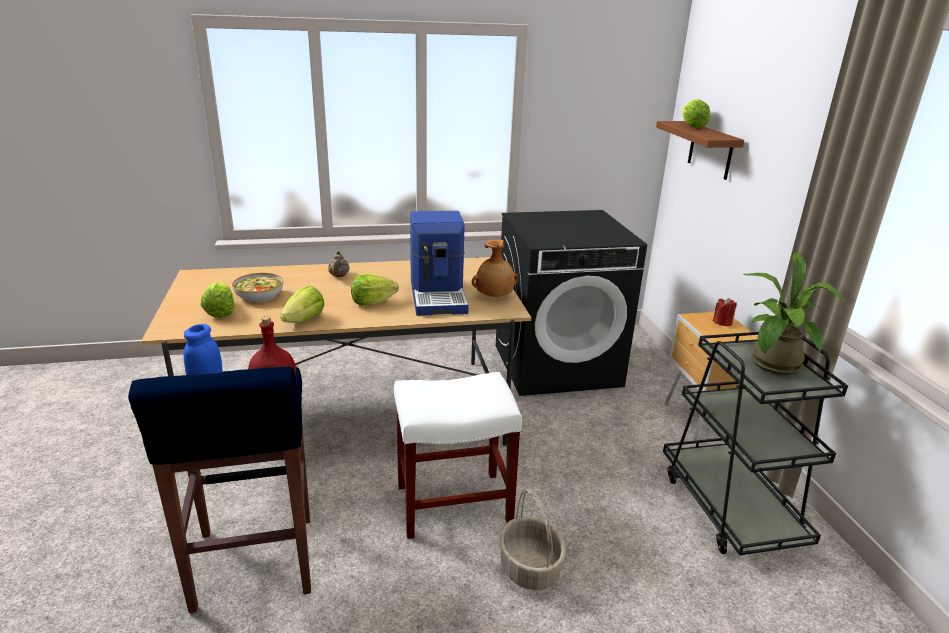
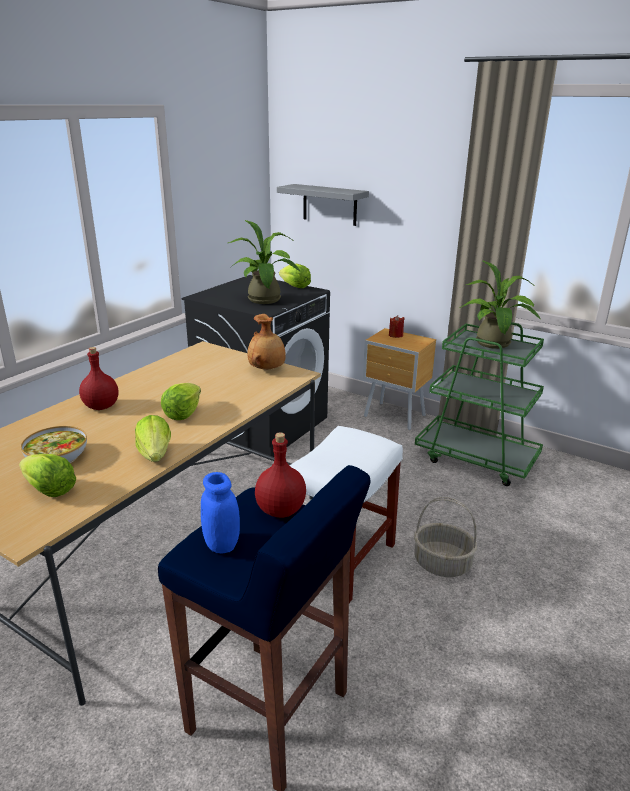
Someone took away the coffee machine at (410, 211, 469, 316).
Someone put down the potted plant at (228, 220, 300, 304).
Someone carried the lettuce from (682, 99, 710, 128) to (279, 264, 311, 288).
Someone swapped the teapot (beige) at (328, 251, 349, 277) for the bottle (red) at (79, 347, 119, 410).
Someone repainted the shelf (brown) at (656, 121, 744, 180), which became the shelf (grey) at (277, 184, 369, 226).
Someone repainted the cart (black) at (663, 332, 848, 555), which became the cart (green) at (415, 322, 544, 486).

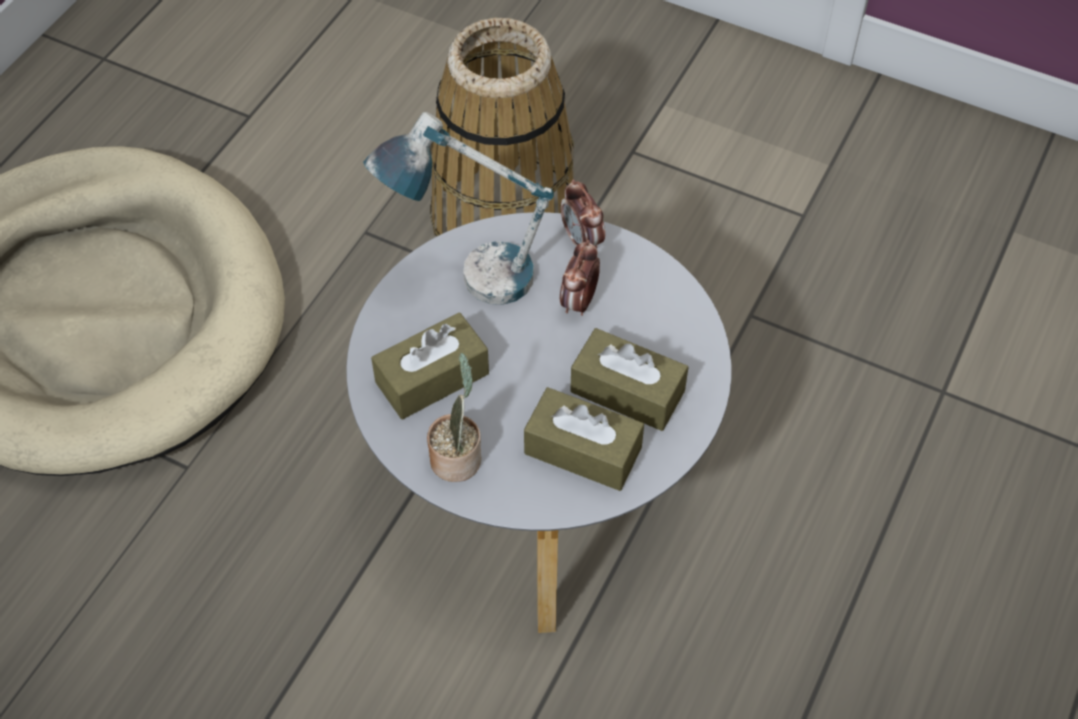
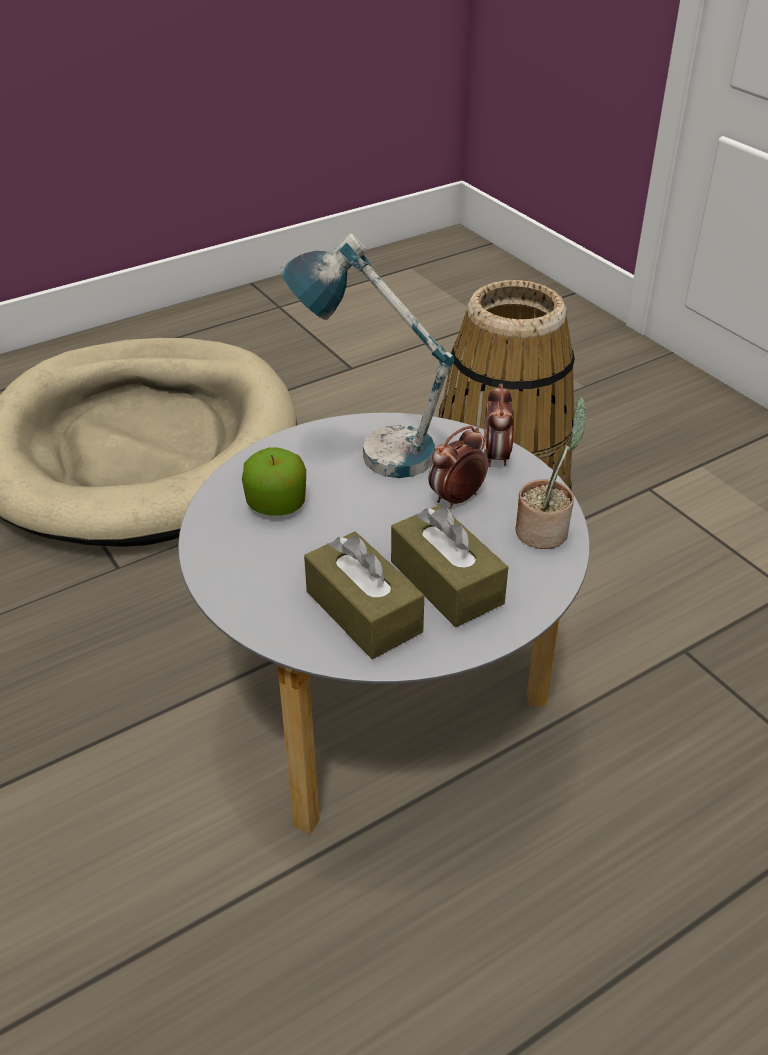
Someone carried the potted plant from (427, 353, 481, 482) to (516, 397, 586, 549).
Someone swapped the tissue box (brown) at (371, 313, 489, 419) for the apple at (242, 447, 306, 516).

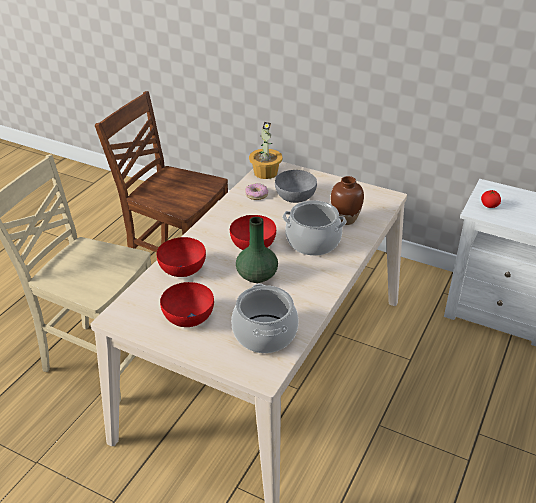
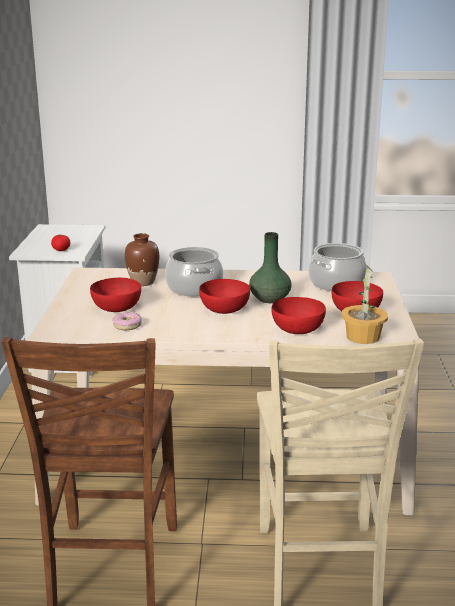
Someone carried the potted plant from (249, 122, 283, 179) to (342, 264, 388, 344).
Someone repainted the bowl (grey) at (275, 170, 317, 203), which became the bowl (red) at (90, 278, 141, 312).

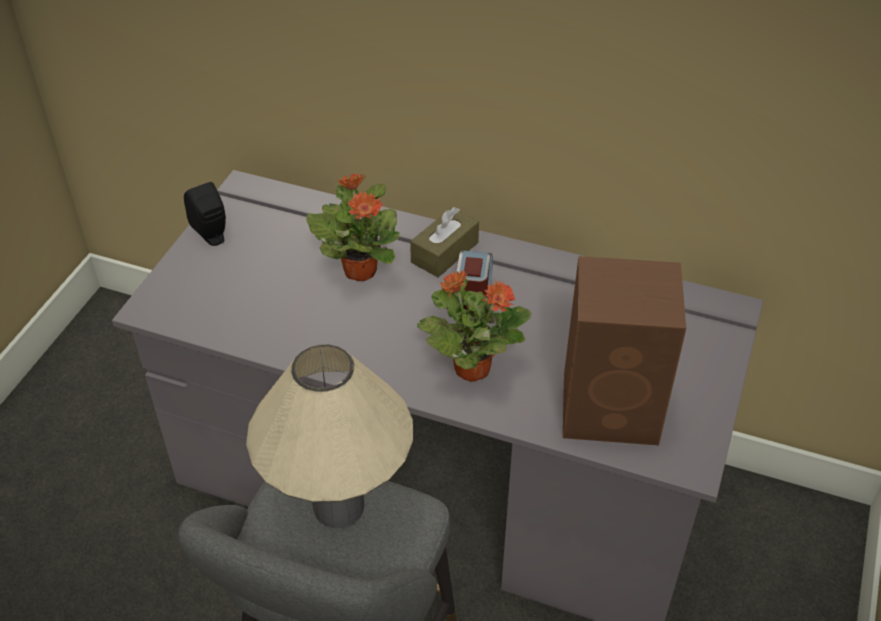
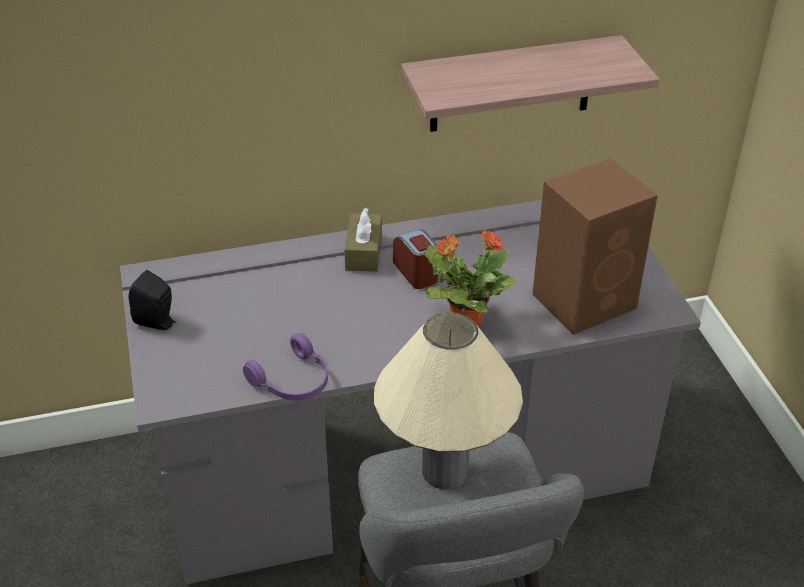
Someone took away the potted plant at (306, 173, 399, 281).
Someone put down the headphones (purple) at (243, 333, 328, 401).
Someone put up the shelf at (401, 35, 660, 132).

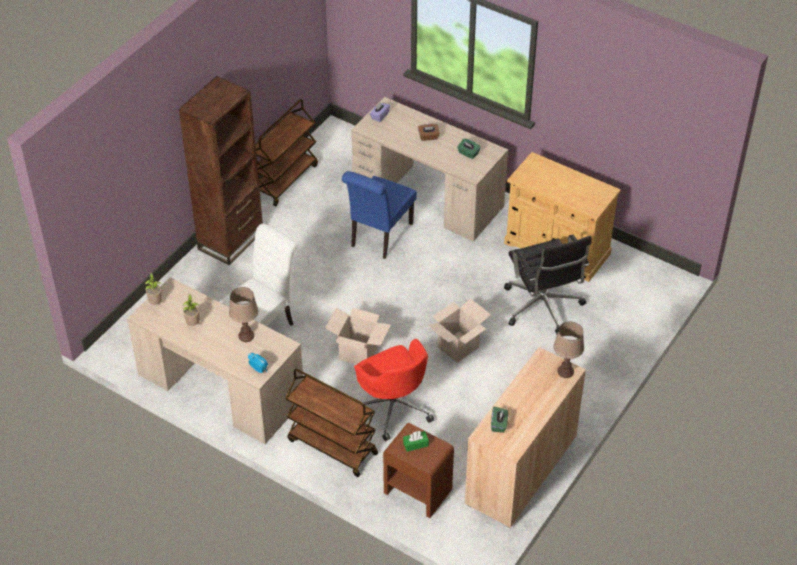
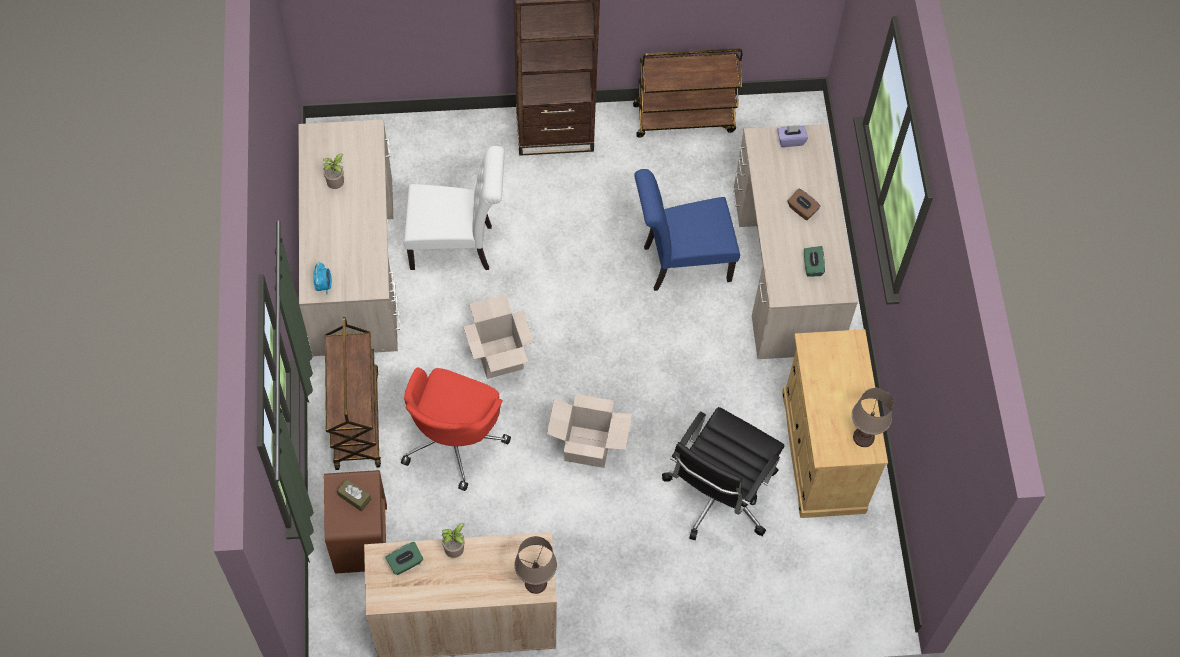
Someone carried the potted plant from (145, 273, 162, 305) to (442, 523, 465, 558).
Someone carried the table lamp (brown) from (229, 287, 258, 342) to (852, 388, 893, 447).
Someone repainted the tissue box (green) at (403, 431, 429, 452), which became the tissue box (brown) at (337, 479, 371, 511).

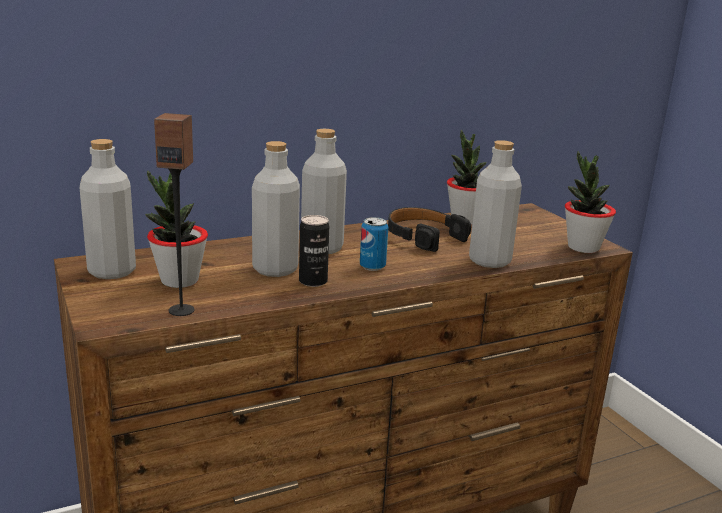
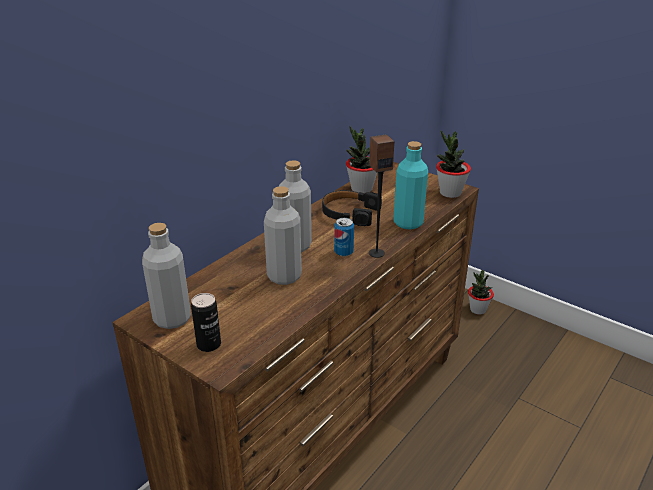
Someone carried the potted plant from (145, 171, 208, 288) to (468, 270, 494, 315).
Someone carried the speaker from (154, 113, 195, 316) to (369, 135, 394, 258).
Someone carried the can from (299, 215, 329, 287) to (191, 293, 221, 352).
Someone repainted the bottle (grey) at (469, 140, 522, 268), which became the bottle (turquoise) at (393, 141, 428, 230).

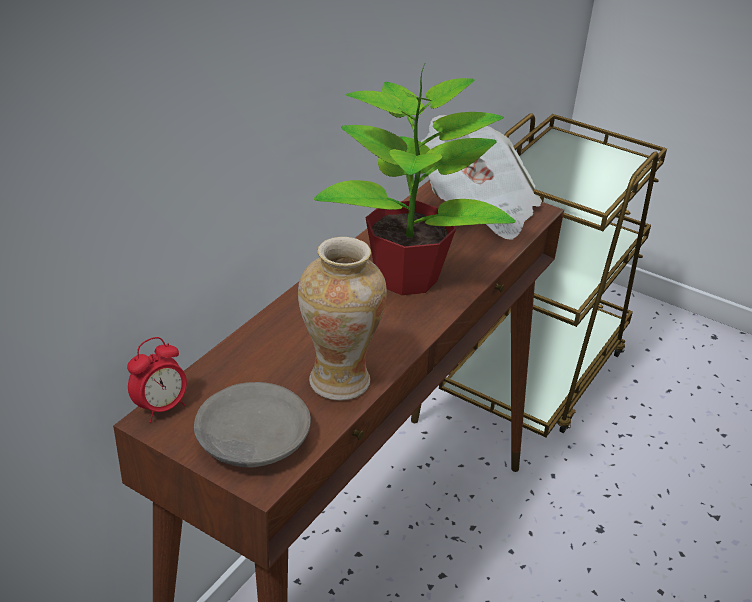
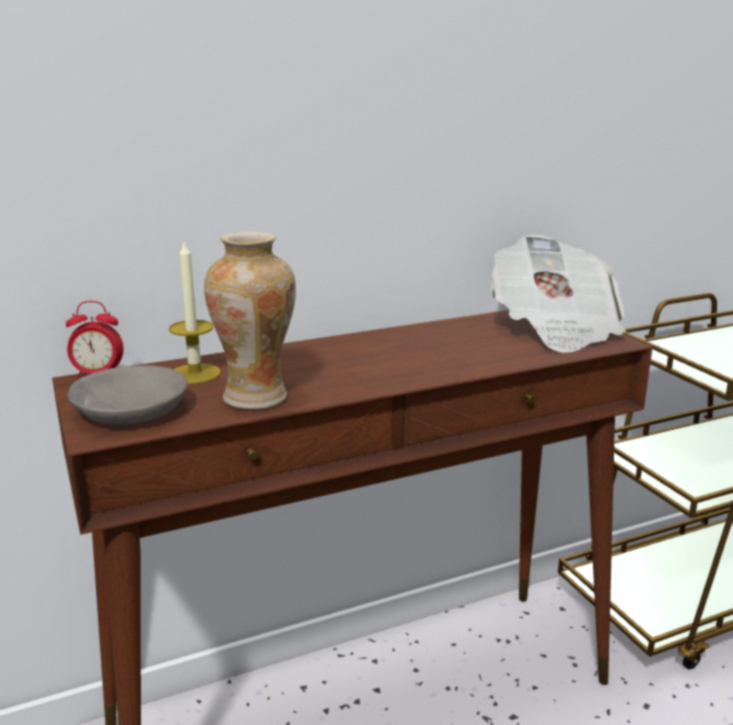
Someone took away the potted plant at (314, 64, 515, 295).
Someone put down the candle at (169, 242, 221, 384).

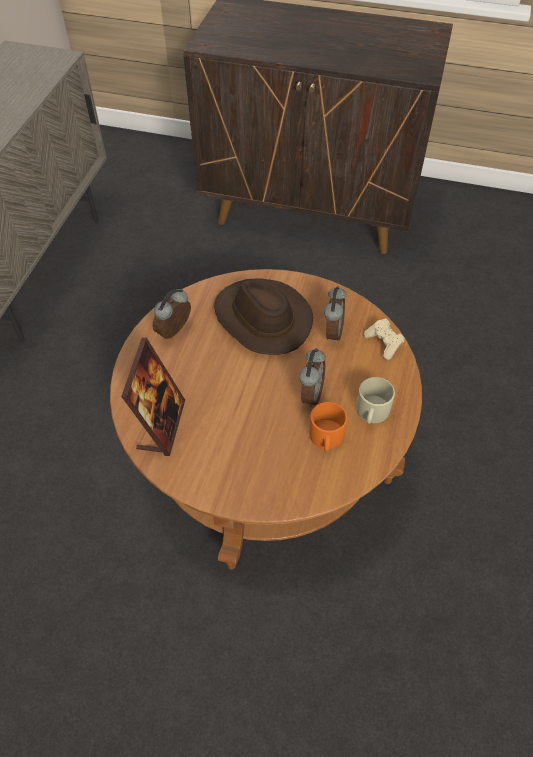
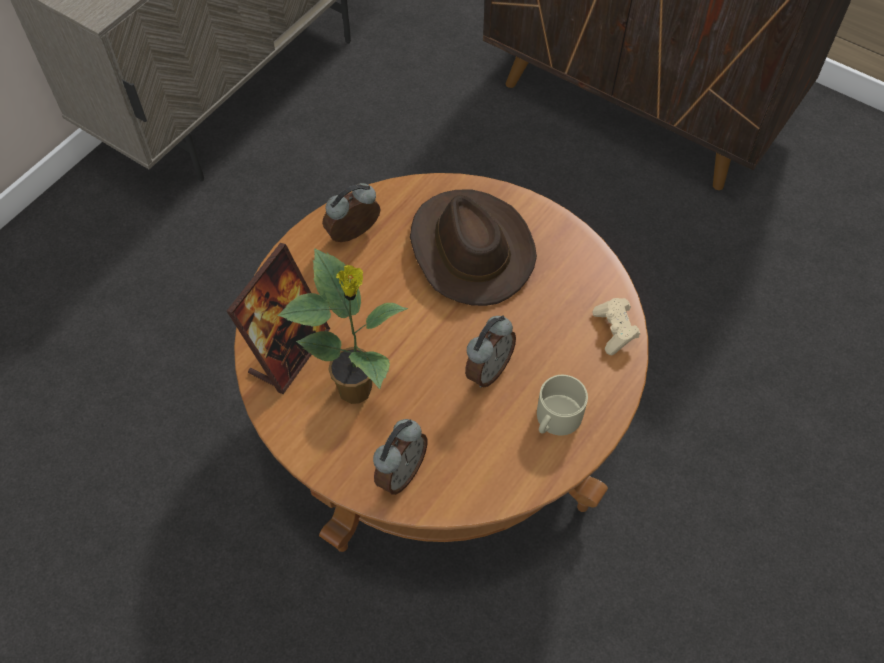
Someone took away the mug (orange) at (309, 402, 347, 451).
Someone put down the potted plant at (277, 248, 408, 404).
Someone carried the alarm clock from (324, 286, 347, 343) to (373, 419, 427, 495).

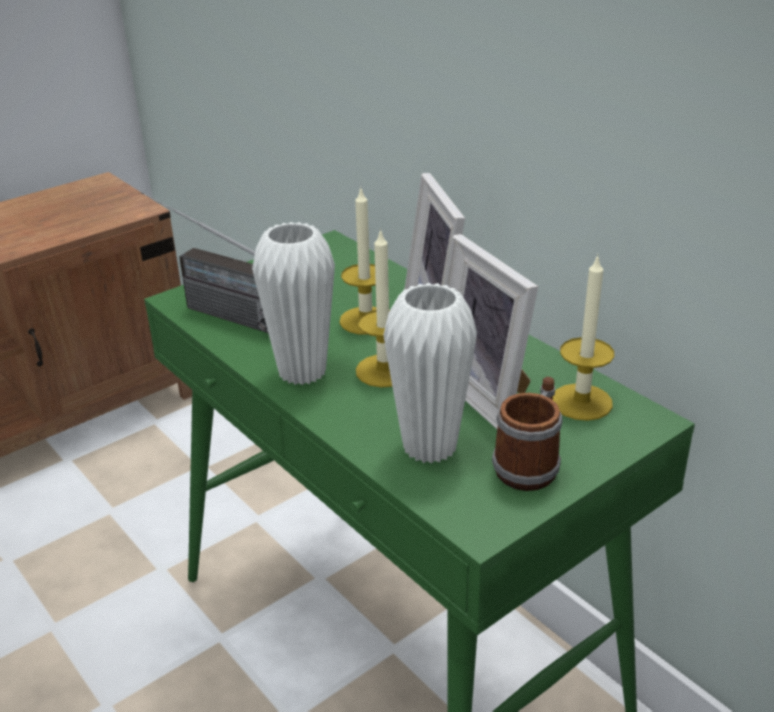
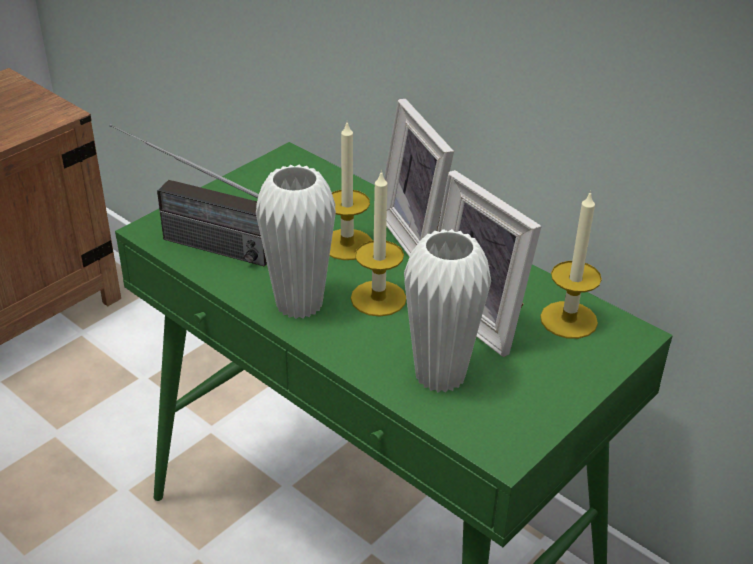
Someone took away the mug at (492, 377, 562, 491).

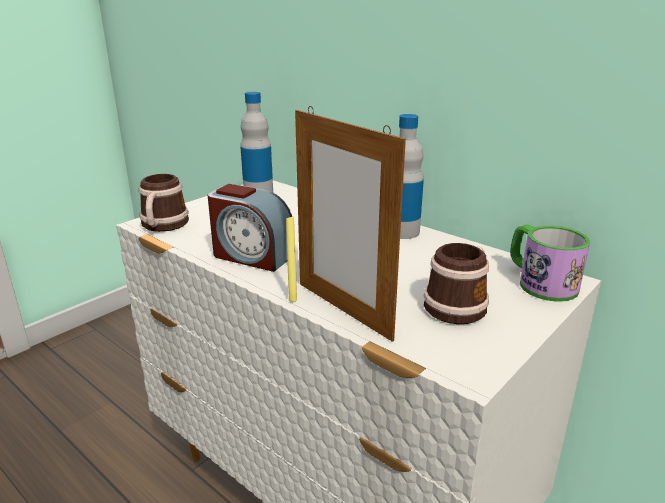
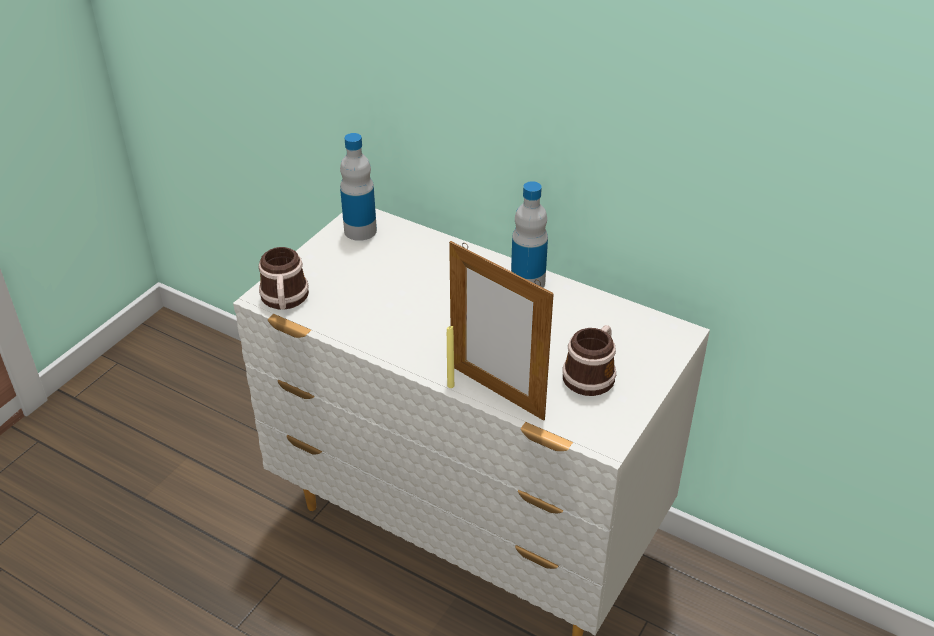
Someone took away the alarm clock at (208, 184, 292, 272).
Someone took away the mug at (510, 225, 590, 302).

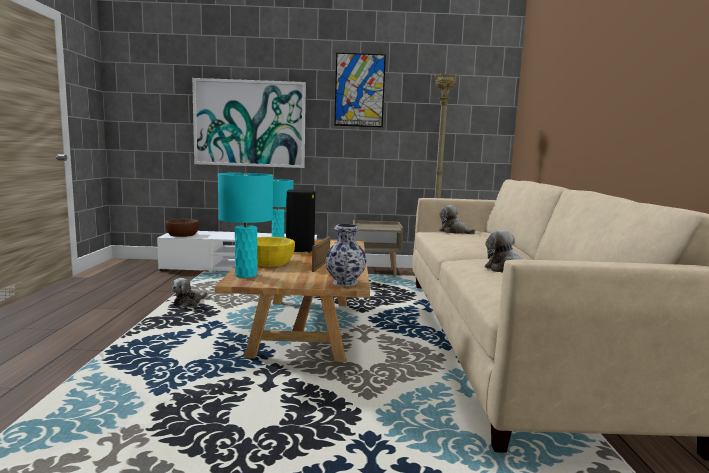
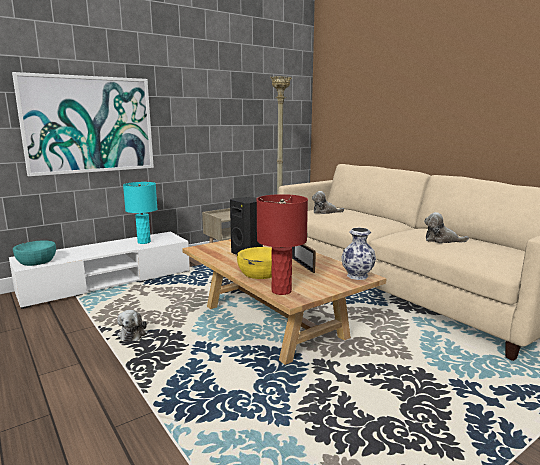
Someone took away the picture at (334, 53, 386, 127).
Someone repainted the bowl (brown) at (165, 219, 199, 237), which became the bowl (turquoise) at (13, 241, 56, 266).
Someone repainted the table lamp (turquoise) at (218, 173, 273, 278), which became the table lamp (red) at (257, 194, 308, 295).

